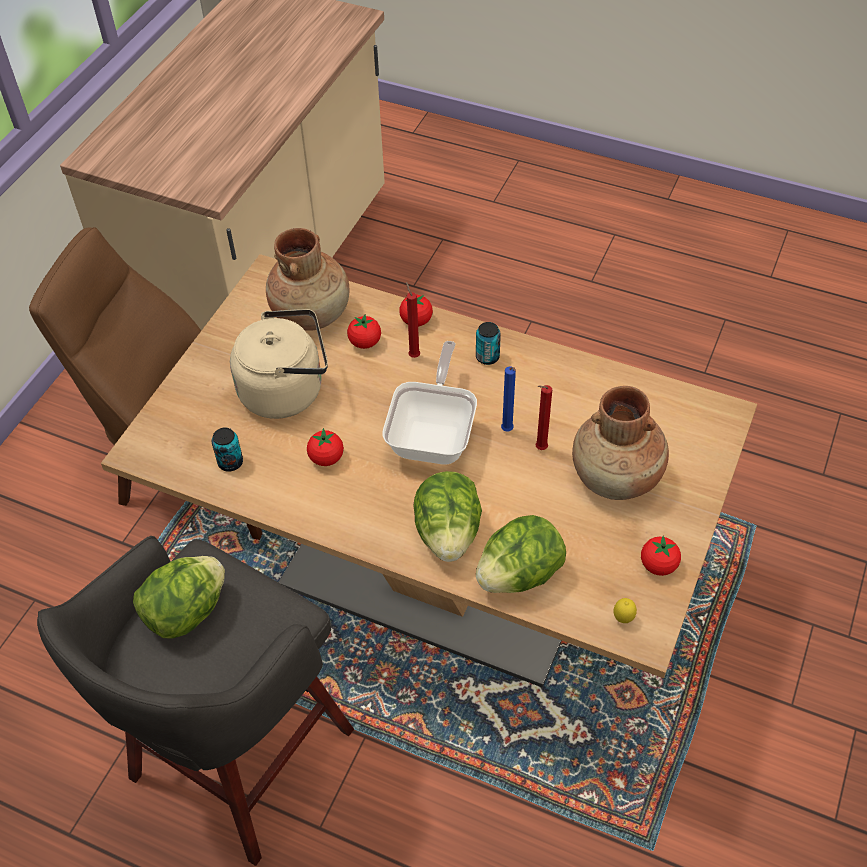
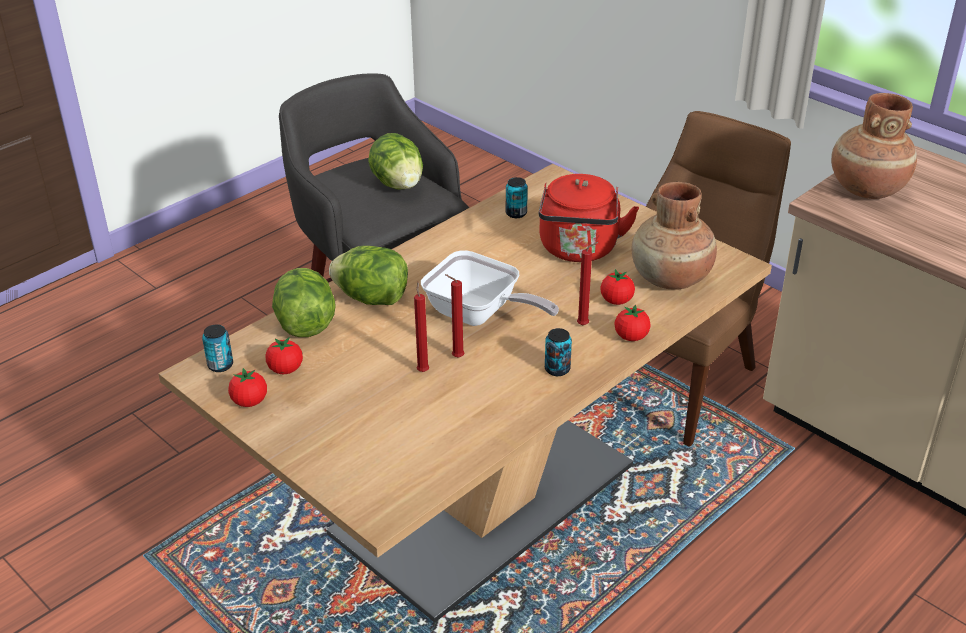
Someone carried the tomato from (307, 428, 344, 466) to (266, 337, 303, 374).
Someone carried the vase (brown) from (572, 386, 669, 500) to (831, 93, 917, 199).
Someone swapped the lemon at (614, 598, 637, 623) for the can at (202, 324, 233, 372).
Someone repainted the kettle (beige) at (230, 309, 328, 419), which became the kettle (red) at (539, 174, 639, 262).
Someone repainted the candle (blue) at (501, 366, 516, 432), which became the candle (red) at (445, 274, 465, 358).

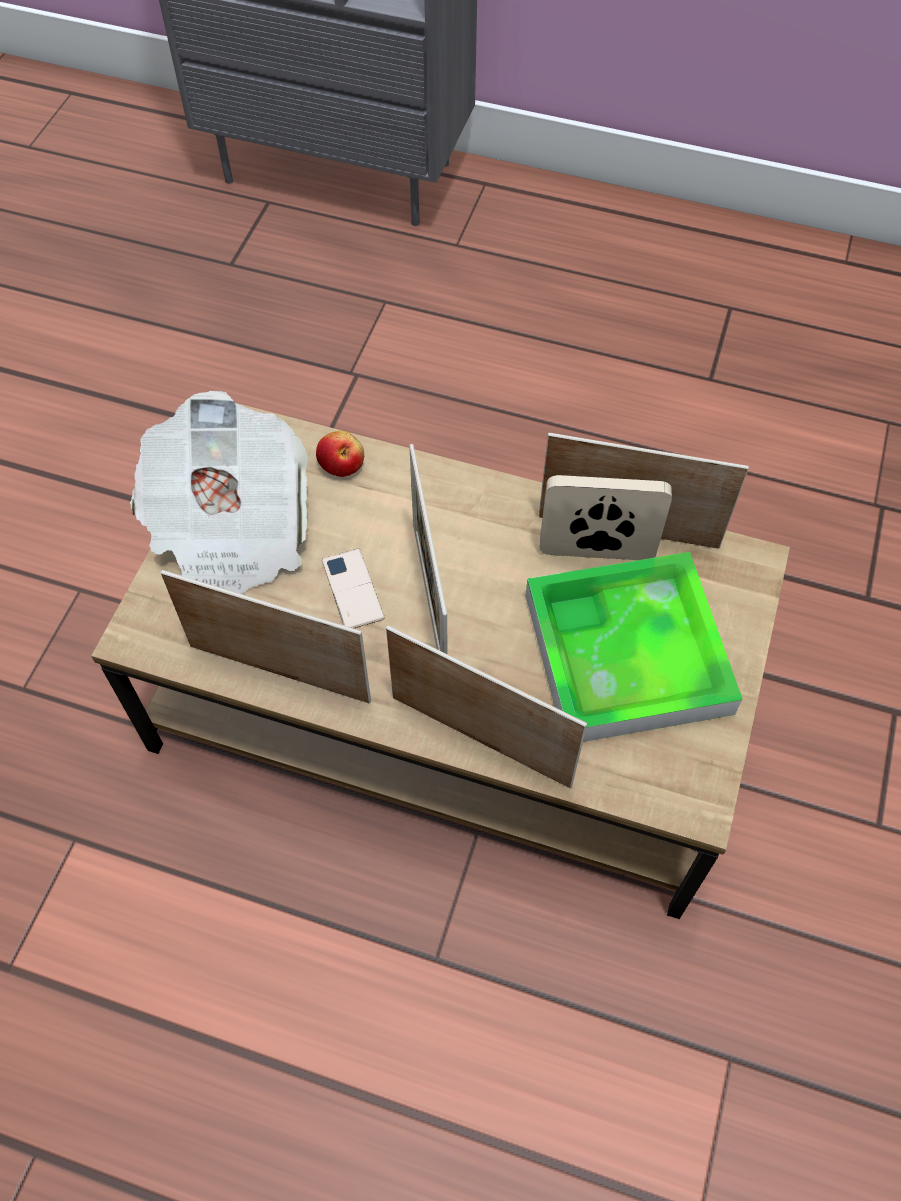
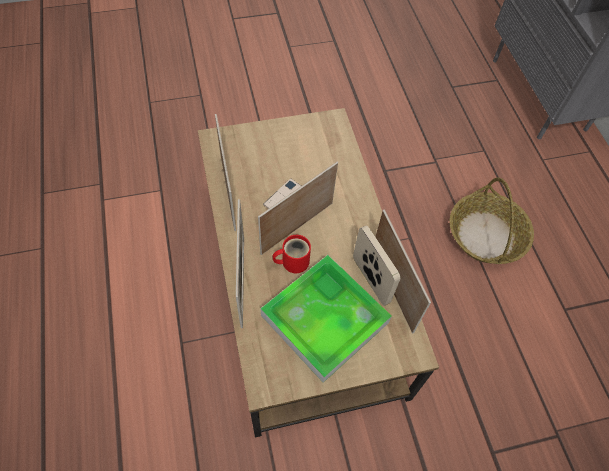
Someone took away the newspaper at (130, 391, 308, 594).
Someone took away the apple at (316, 431, 364, 477).
Someone put down the mug (red) at (272, 235, 311, 273).
Someone put down the basket at (450, 178, 534, 264).

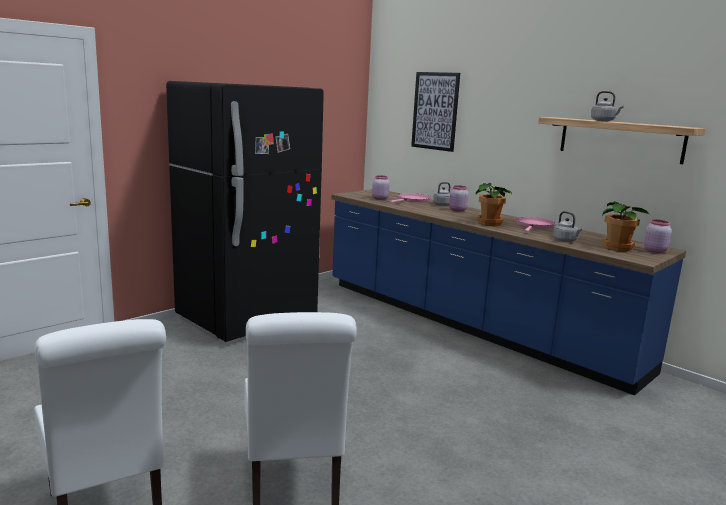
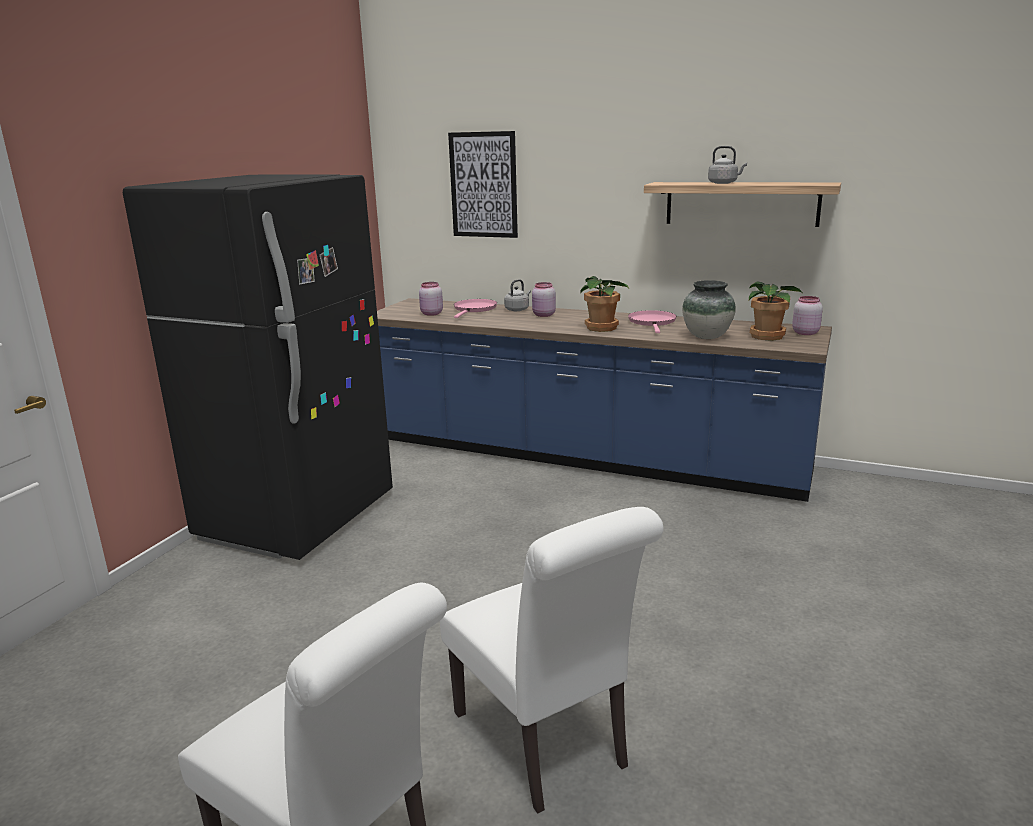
Someone swapped the kettle (grey) at (553, 211, 582, 242) for the vase at (682, 280, 736, 339).

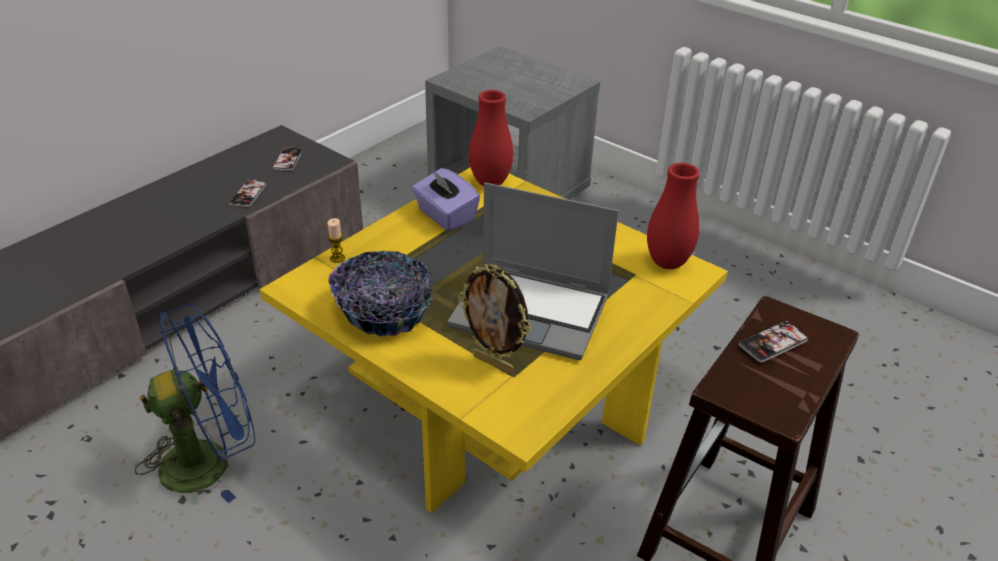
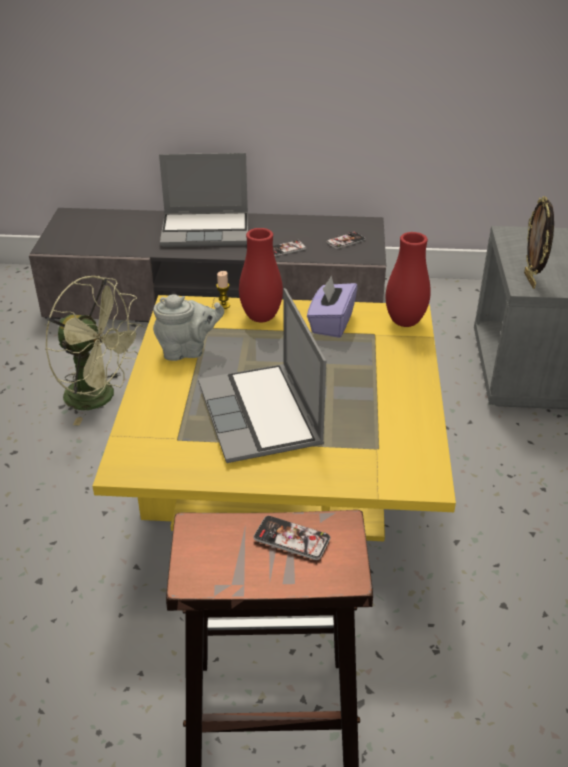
Someone put down the laptop at (159, 153, 248, 247).
Someone carried the picture frame from (458, 264, 531, 373) to (524, 196, 554, 289).
Someone carried the vase (red) from (647, 163, 700, 269) to (239, 228, 283, 322).
Someone swapped the bowl at (328, 251, 433, 336) for the teapot (grey) at (153, 294, 224, 361).
Someone repainted the fan (blue) at (135, 303, 255, 503), which became the fan (green) at (45, 276, 144, 425).

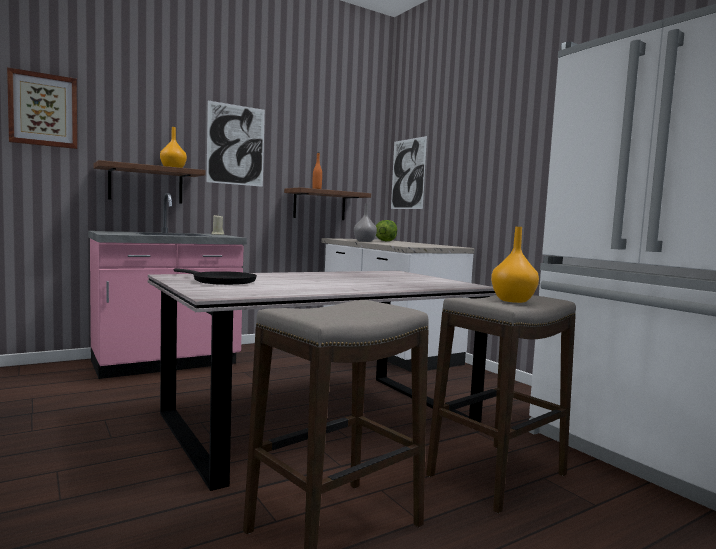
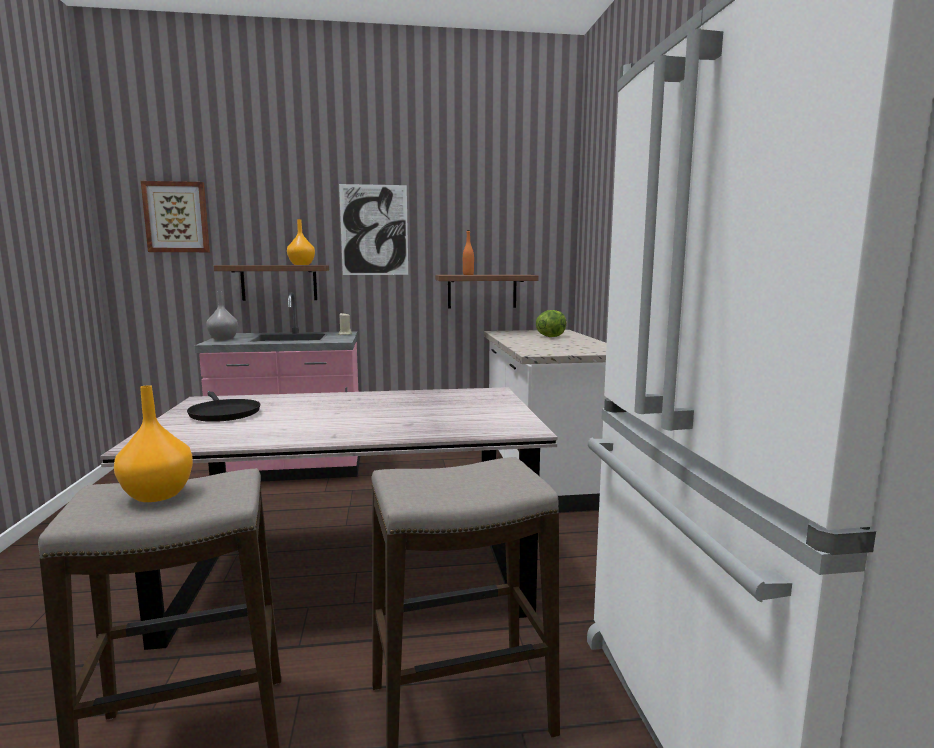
Someone took away the picture at (391, 136, 427, 209).
Someone carried the vase (grey) from (354, 204, 377, 242) to (206, 291, 238, 340).
Someone carried the vase (orange) from (491, 227, 539, 303) to (114, 385, 193, 502).

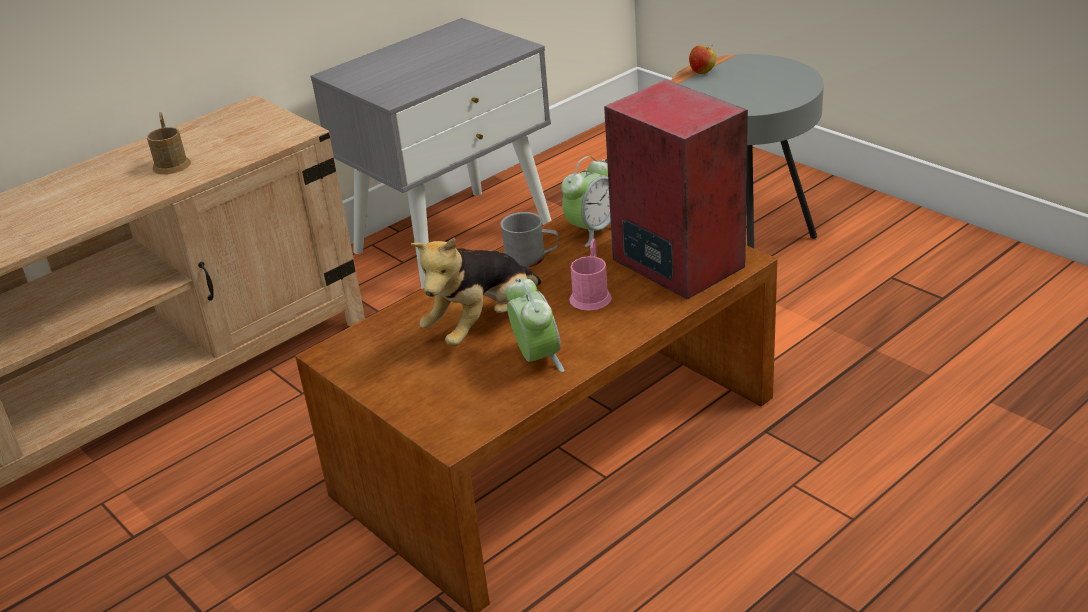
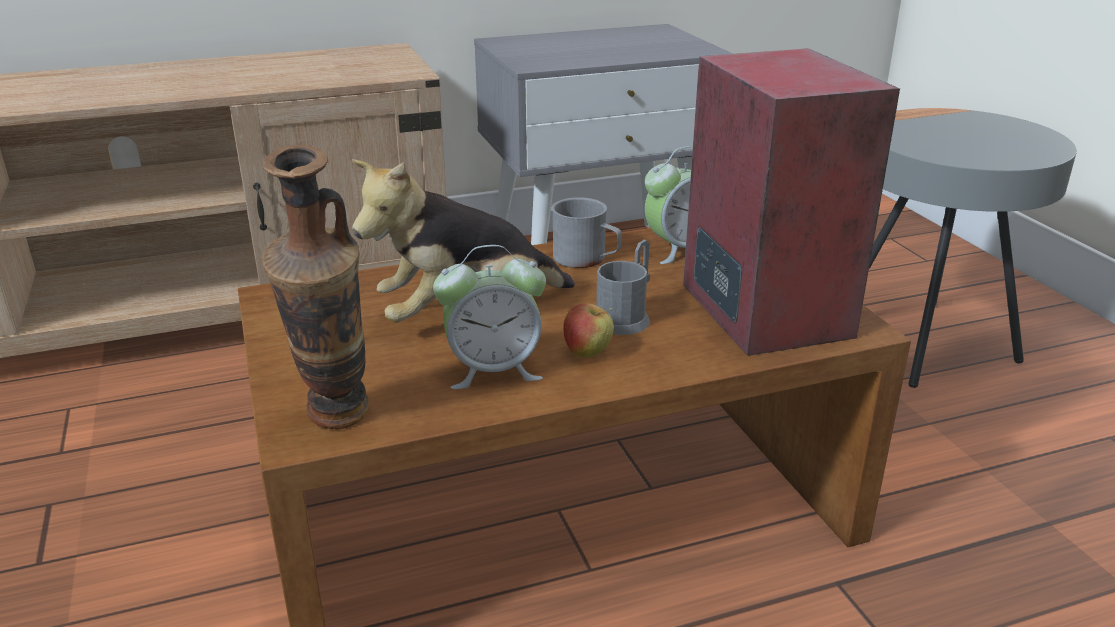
Someone took away the mug (brown) at (147, 112, 191, 175).
Someone put down the vase at (262, 145, 369, 430).
Someone carried the apple from (689, 44, 716, 74) to (563, 303, 614, 358).
Someone repainted the mug (pink) at (569, 238, 612, 311), which became the mug (grey) at (596, 240, 650, 335).
Someone rotated the alarm clock at (506, 278, 564, 372) by 75 degrees clockwise.

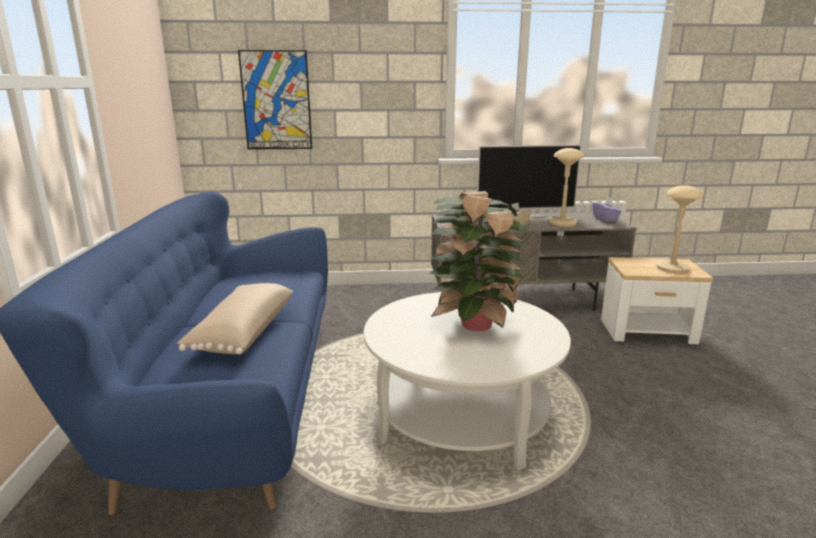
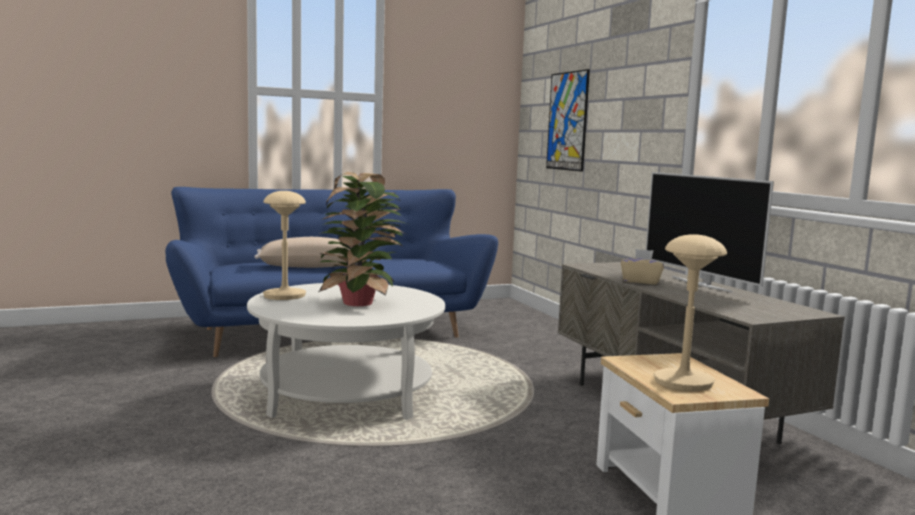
Someone took away the tissue box (purple) at (593, 197, 621, 222).
Someone carried the table lamp (beige) from (548, 148, 584, 227) to (263, 191, 306, 300).

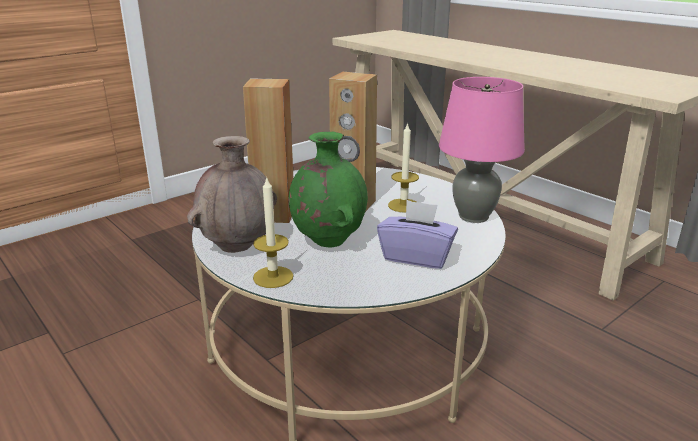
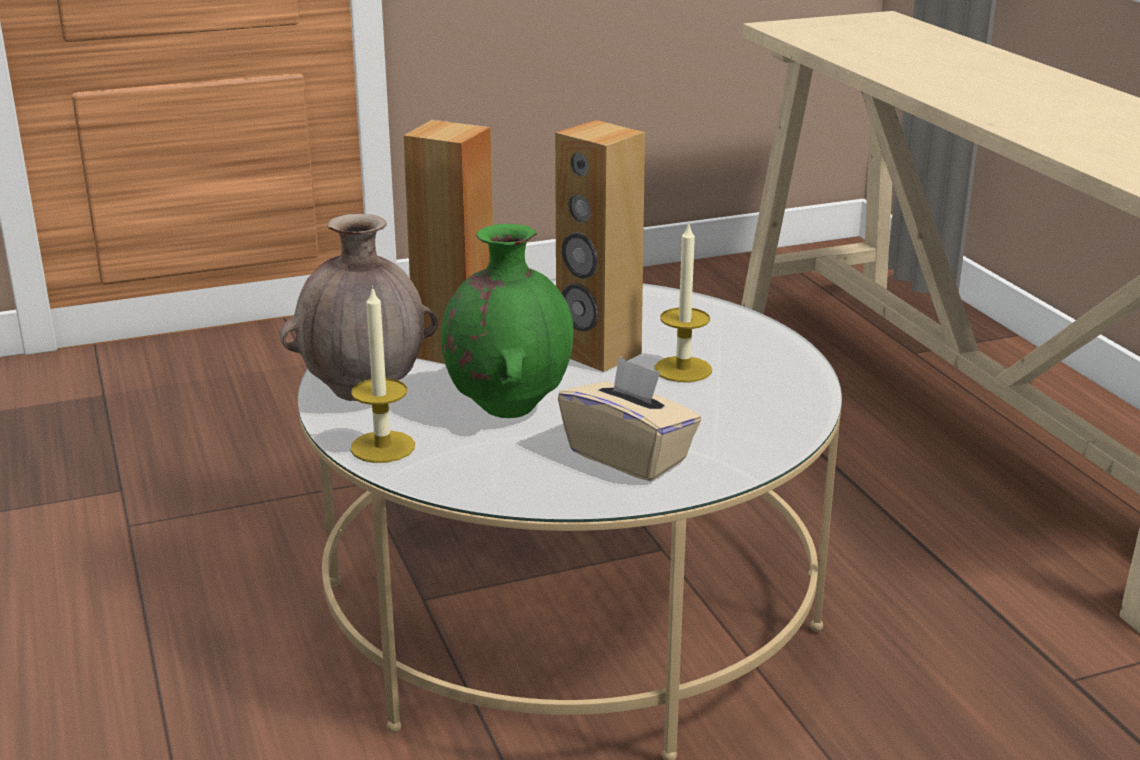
Someone took away the table lamp (pink) at (439, 77, 525, 223).
Someone repainted the tissue box (purple) at (377, 200, 458, 269), which became the tissue box (beige) at (558, 356, 701, 481).

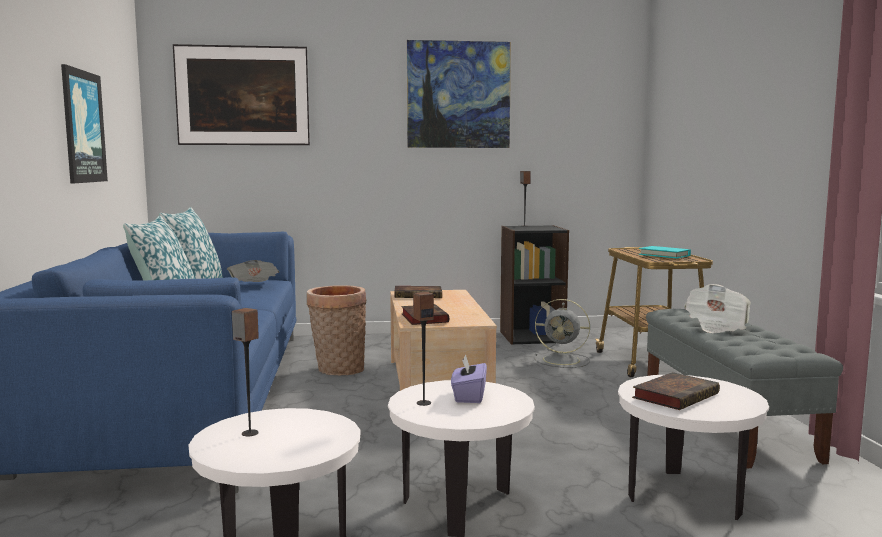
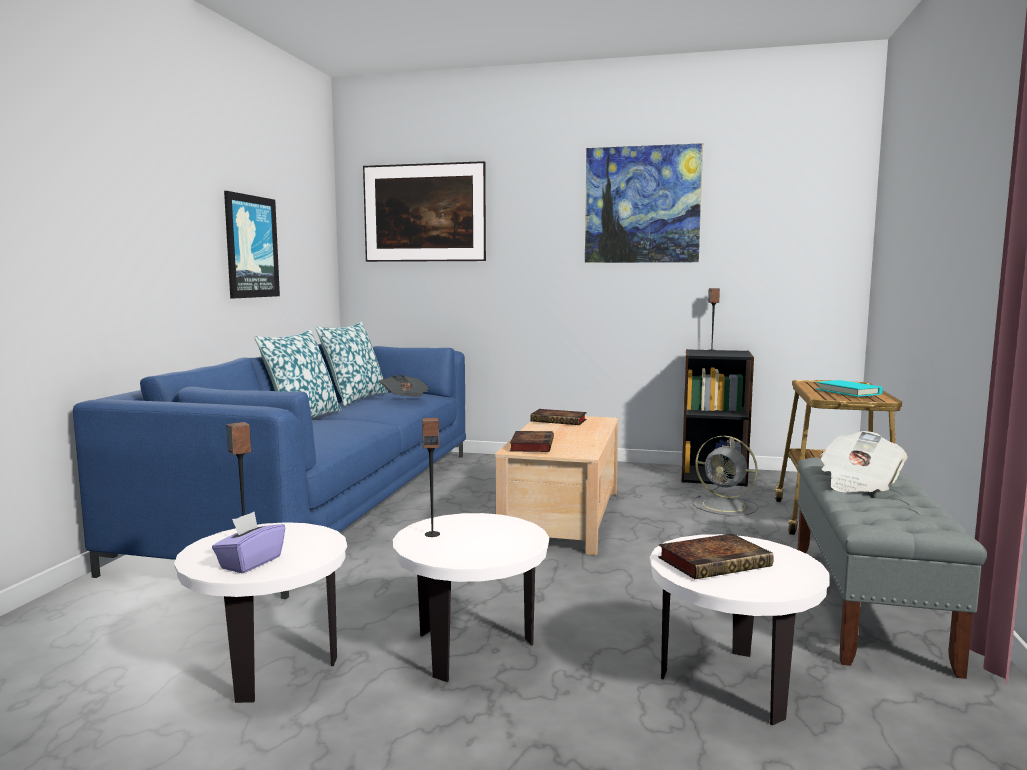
Someone took away the basket at (307, 285, 367, 375).
Someone carried the tissue box (purple) from (451, 354, 487, 403) to (212, 512, 285, 574).

